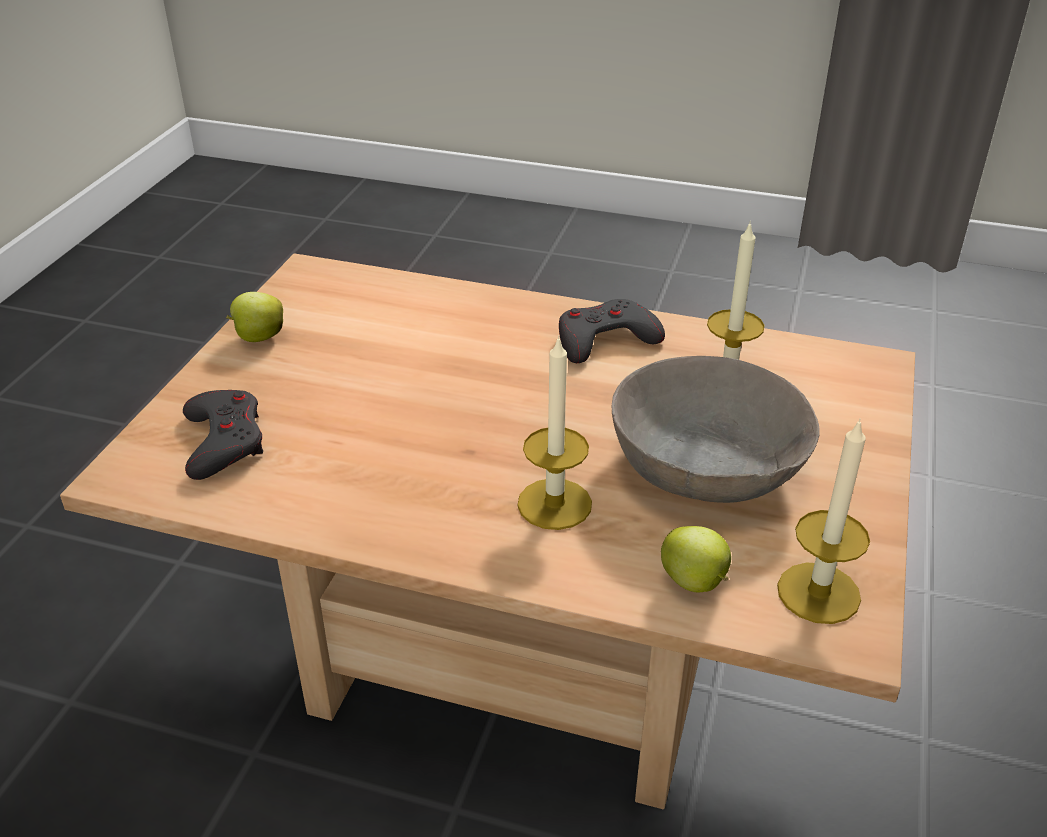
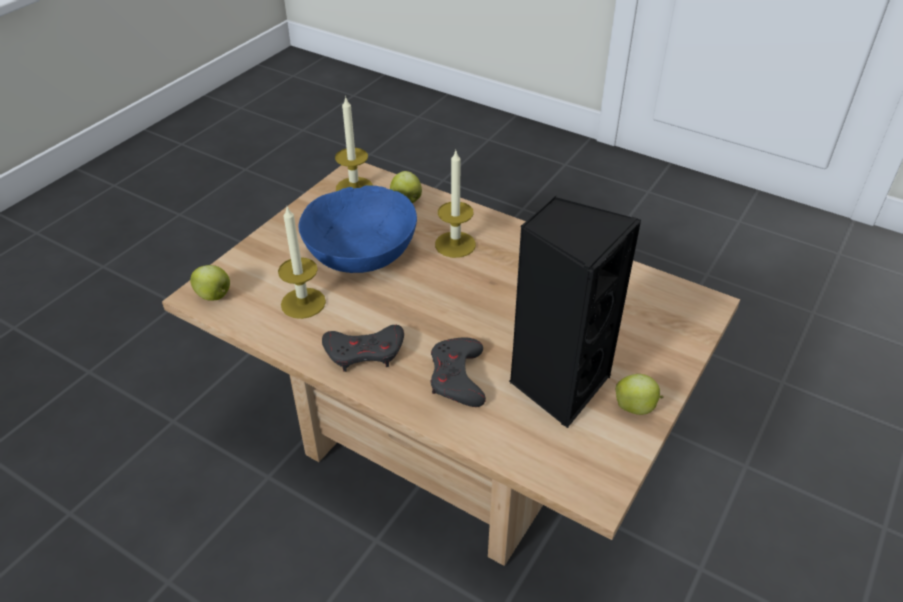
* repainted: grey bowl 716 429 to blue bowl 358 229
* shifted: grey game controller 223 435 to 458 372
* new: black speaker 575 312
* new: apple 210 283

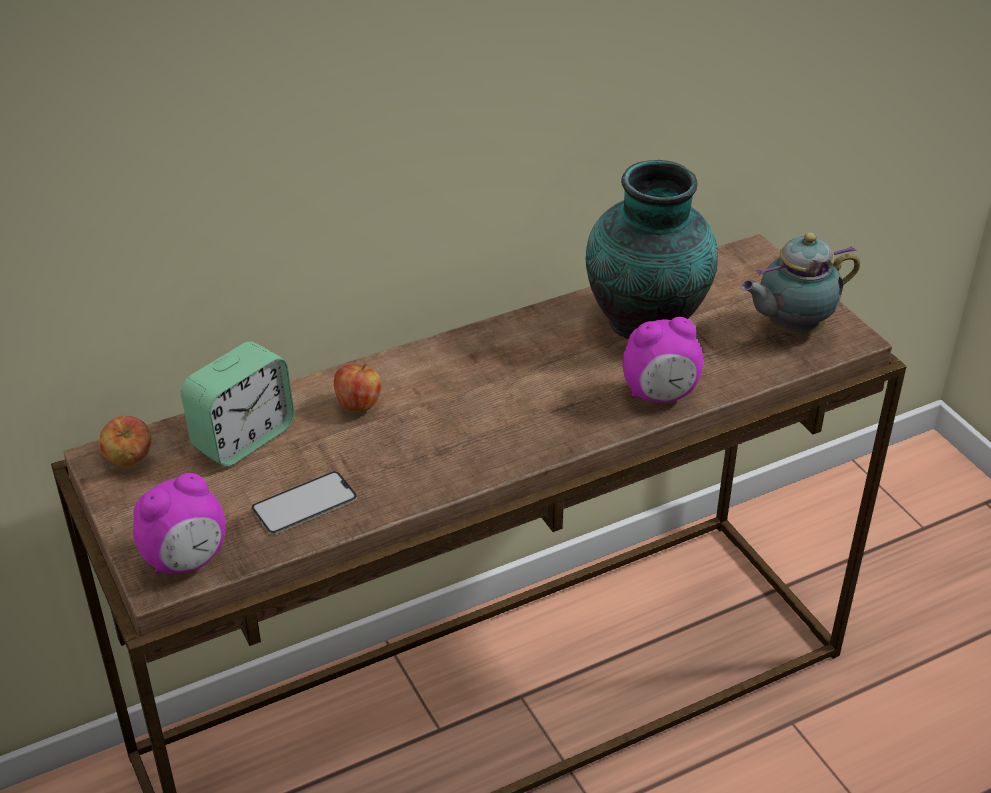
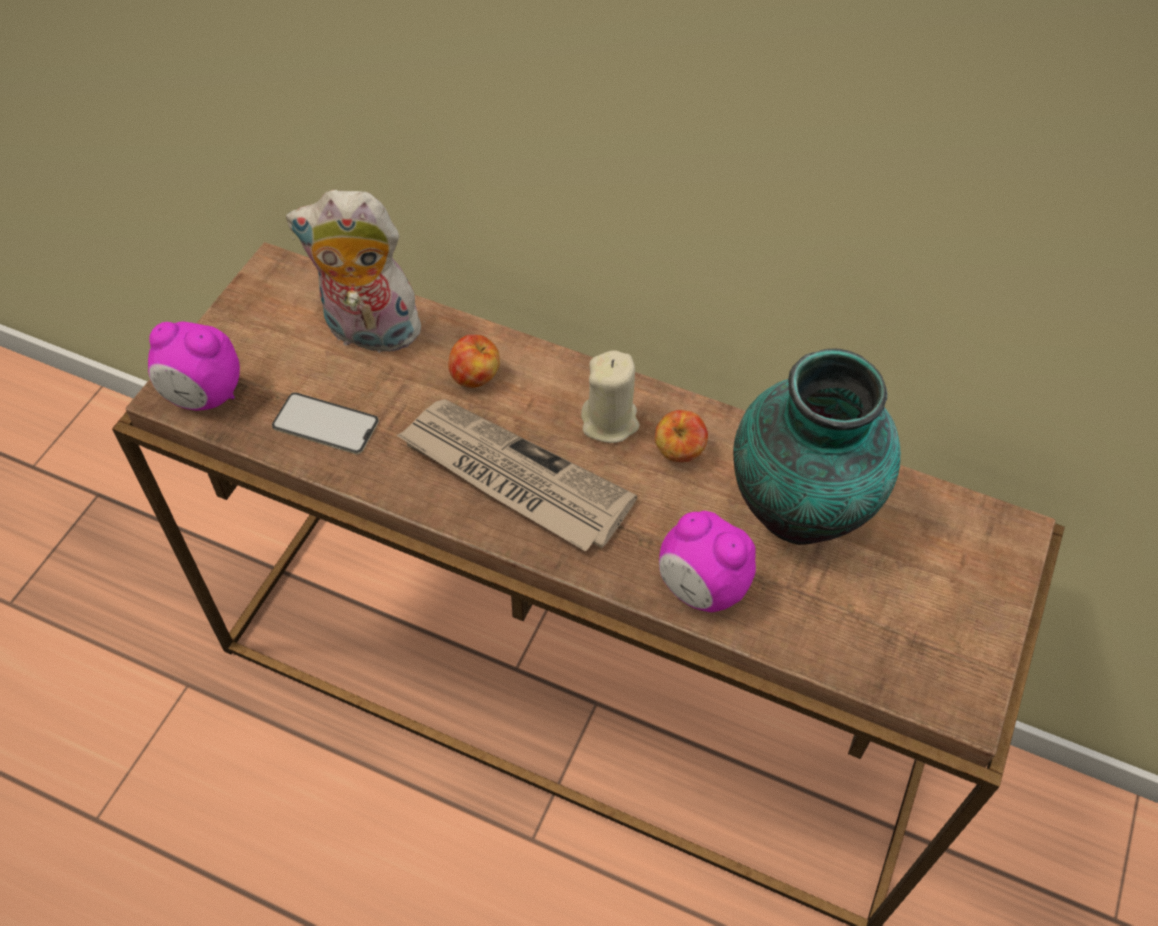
* gone: teapot 800 283
* swapped: alarm clock 237 404 to plush toy 358 274
* shifted: apple 125 440 to 681 436
* new: beige candle 610 396
* new: newspaper 516 475

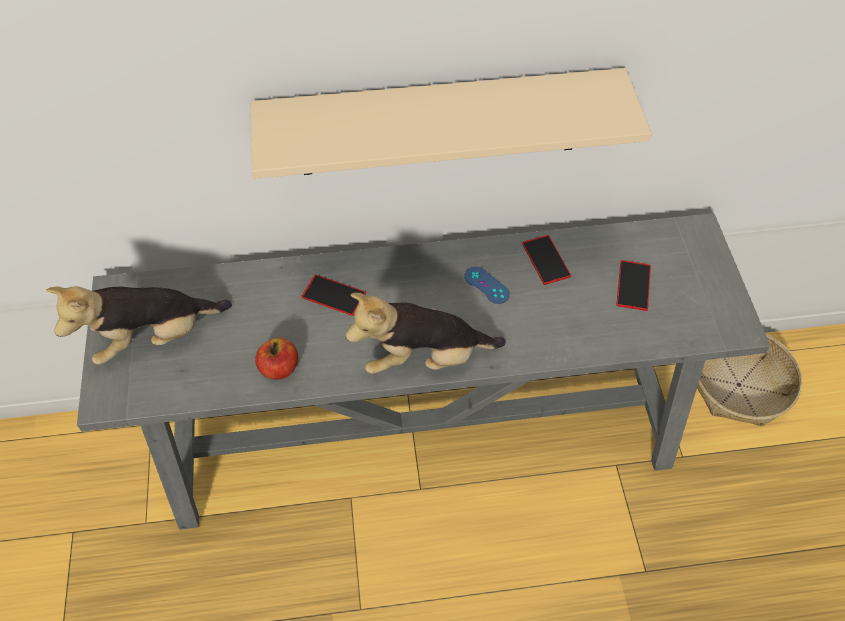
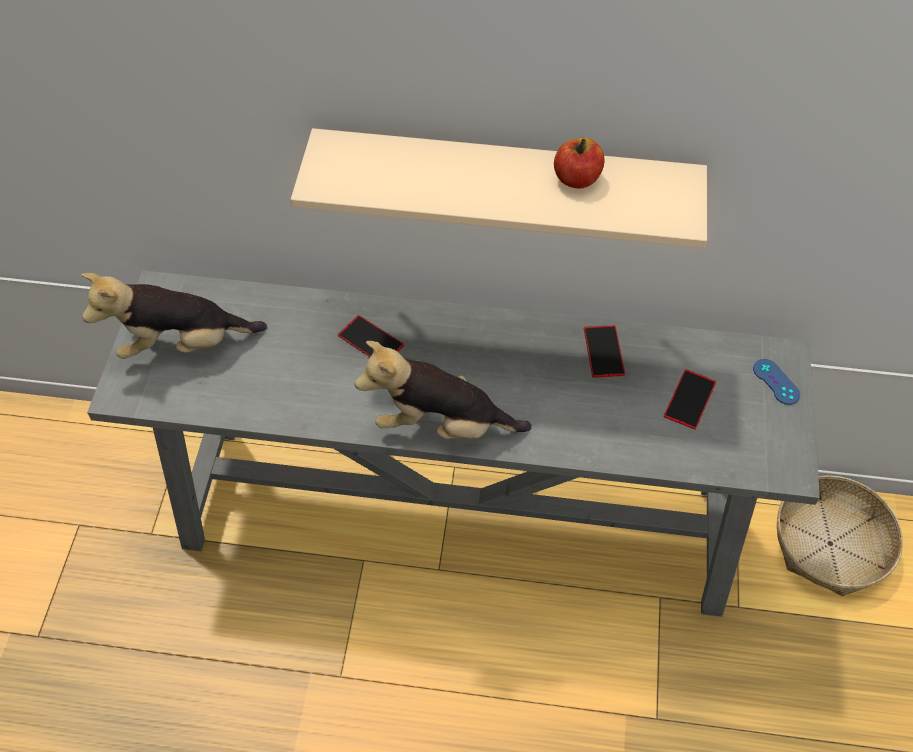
* shifted: blue game controller 487 285 to 776 382
* shifted: apple 276 358 to 579 163

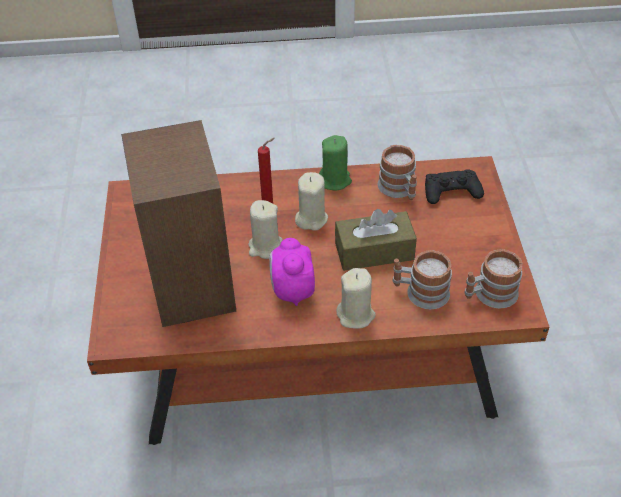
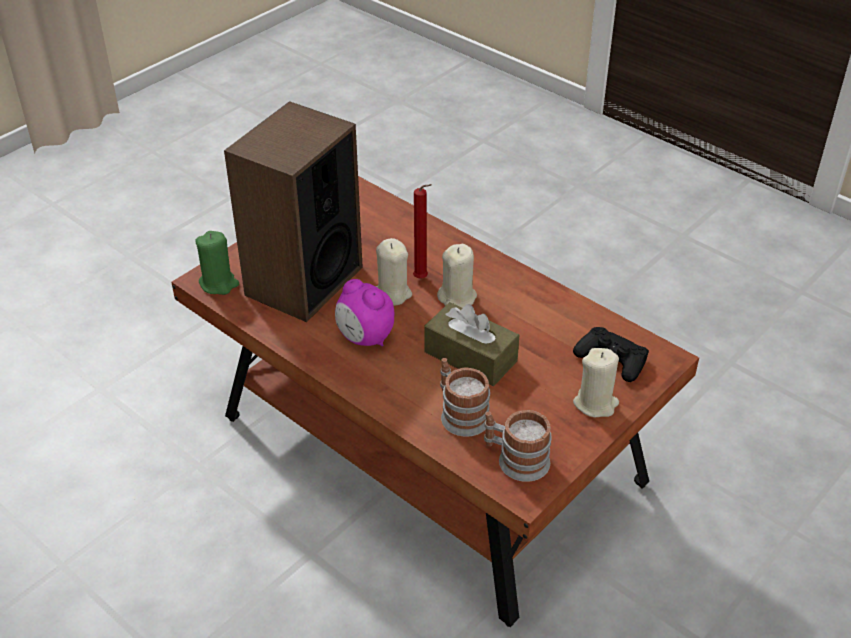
* shifted: green candle 335 162 to 217 263
* gone: mug 397 172
* rotated: alarm clock 292 272 = 364 312 90 degrees counterclockwise
* shifted: beige candle 356 298 to 596 382

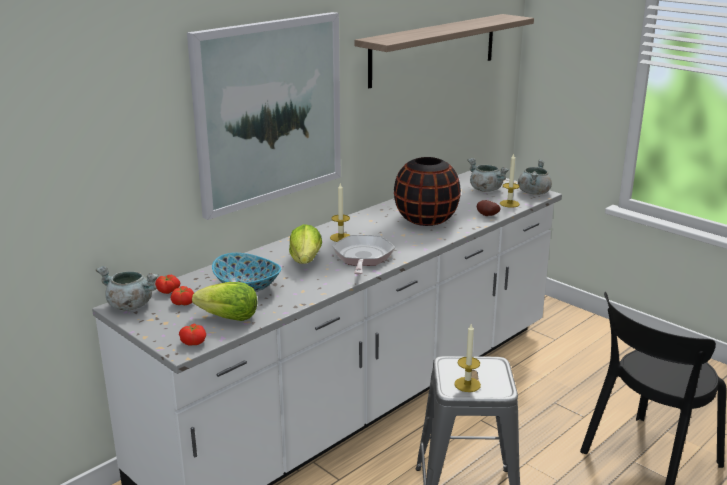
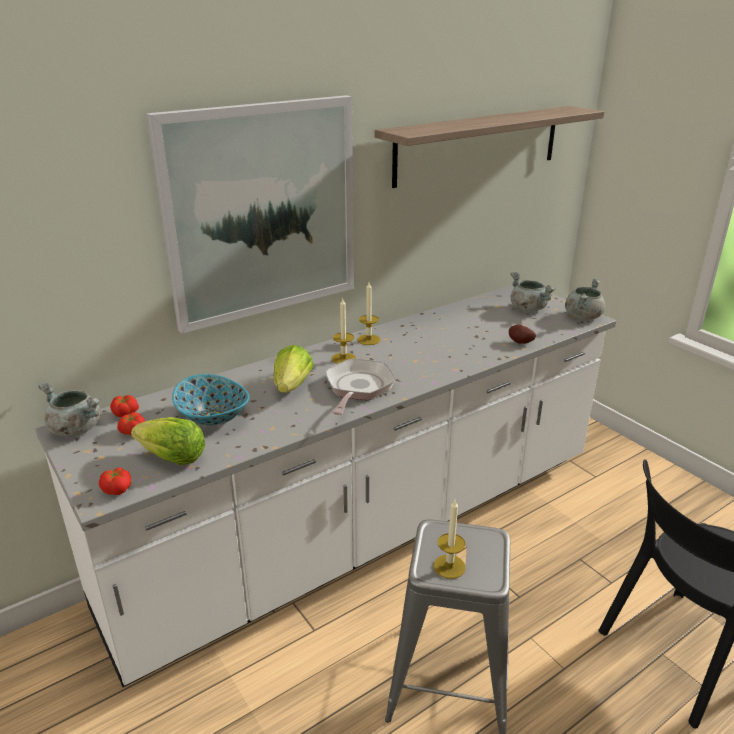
* shifted: candle 510 180 to 368 313
* gone: black vase 427 191

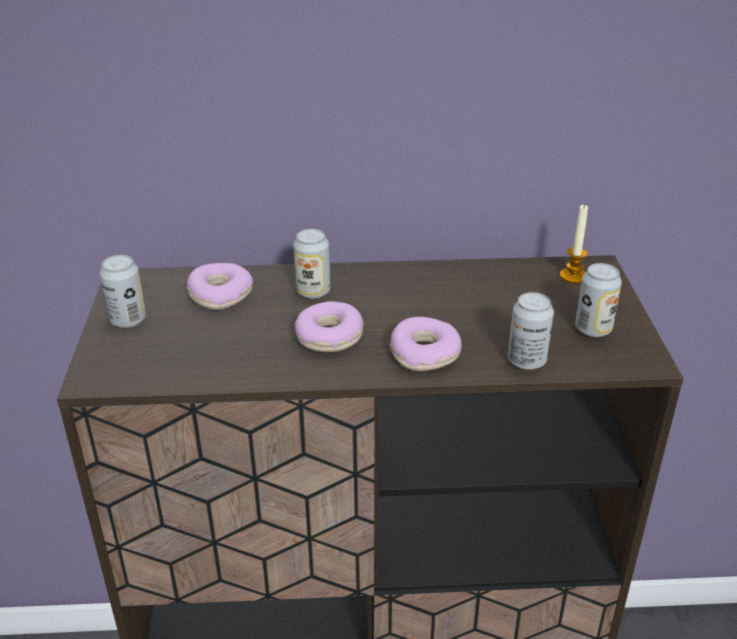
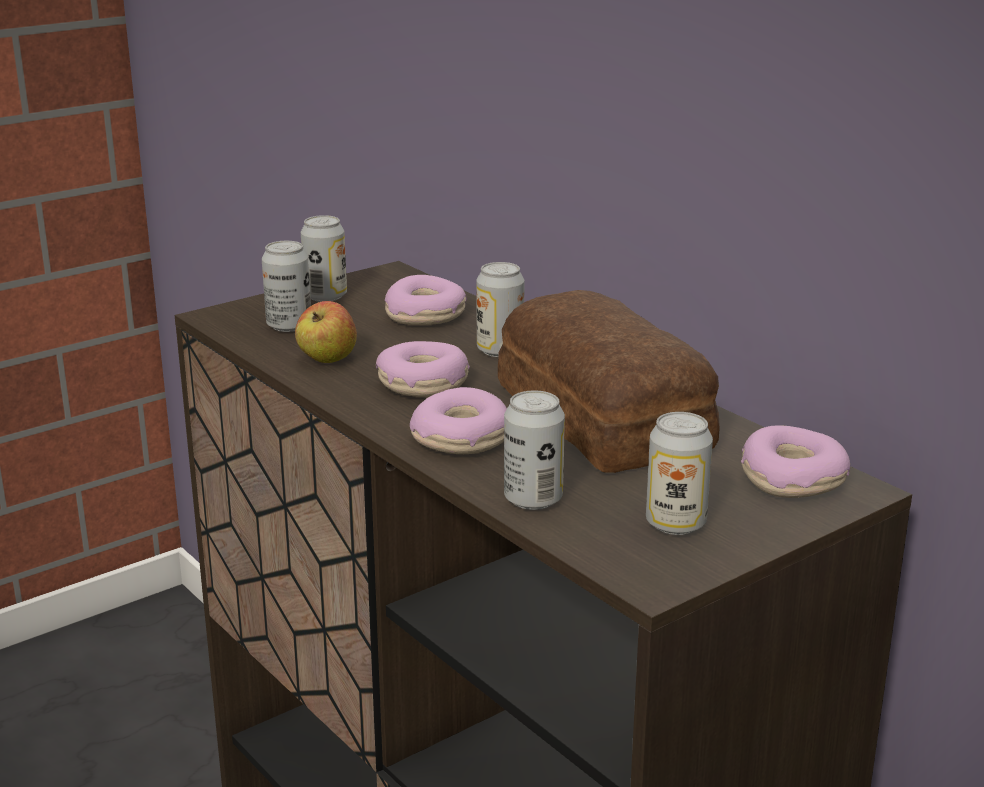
* swapped: candle 574 244 to donut 795 461
* new: can 286 286
* new: bread 609 381
* new: apple 326 332

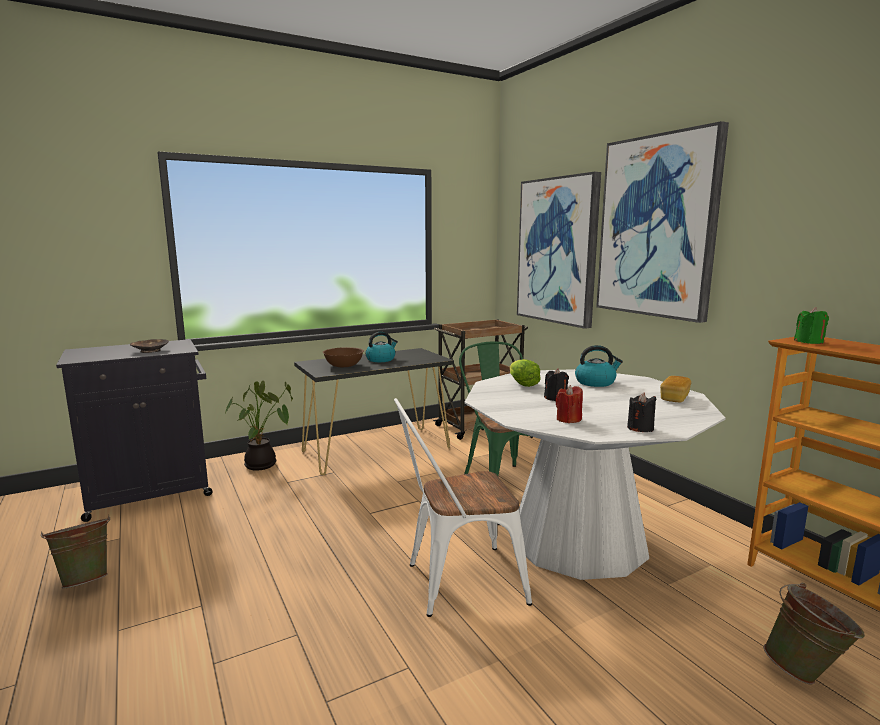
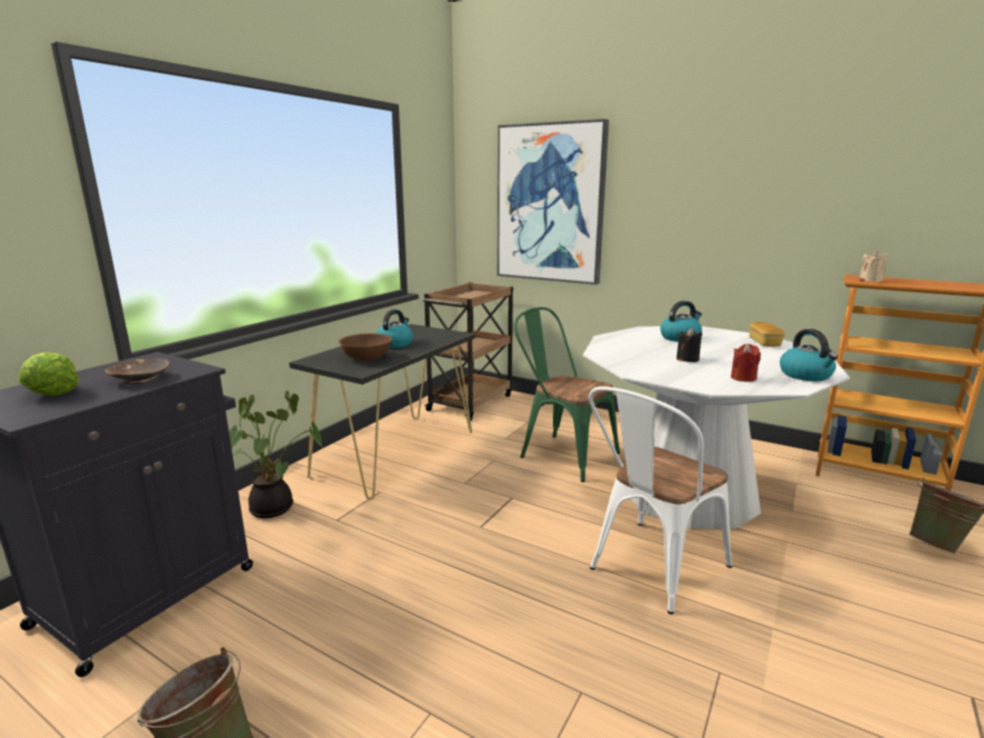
* gone: picture 662 222
* repainted: green candle 811 325 to beige candle 873 266
* shifted: lettuce 525 373 to 49 374
* swapped: black candle 641 412 to kettle 809 355

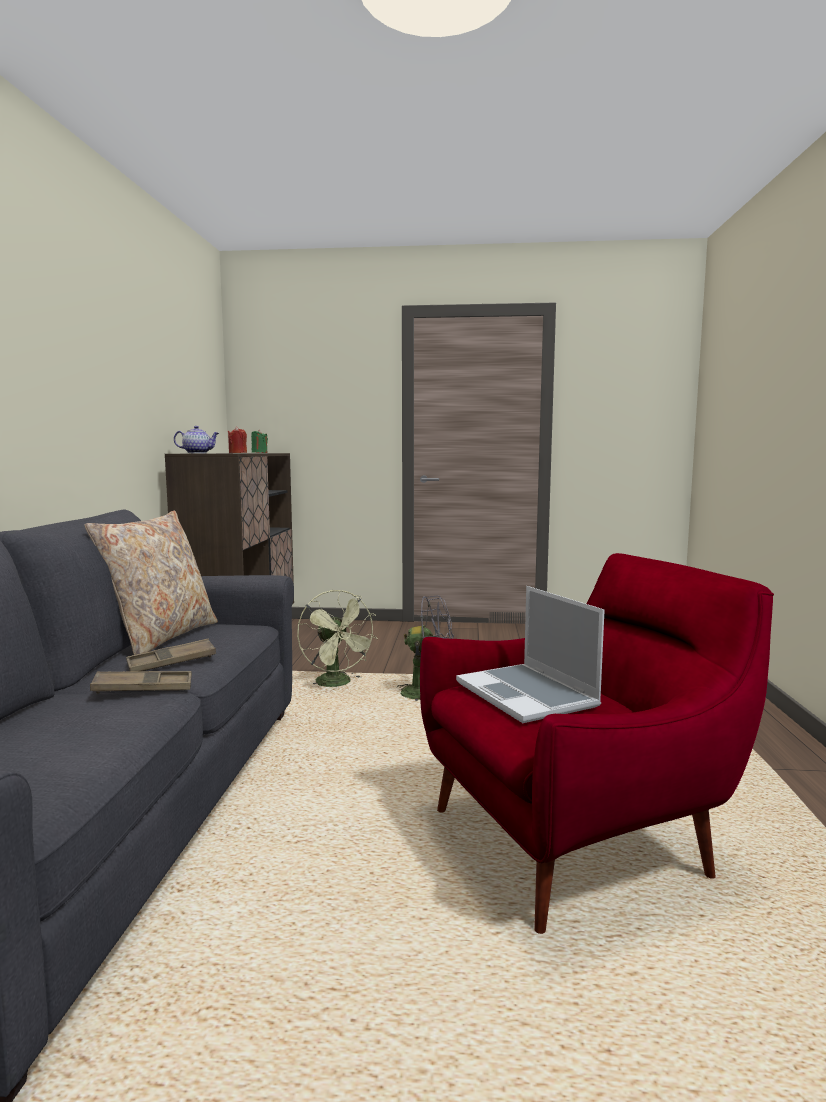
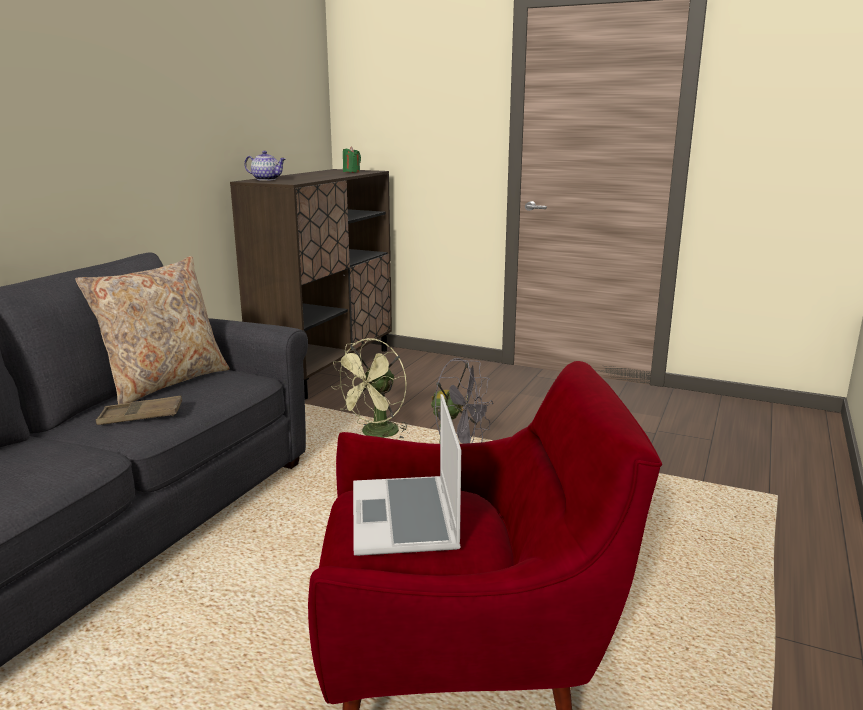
* gone: red candle 237 440
* rotated: green fan 337 638 = 369 388 45 degrees clockwise
* gone: brown tray 141 682

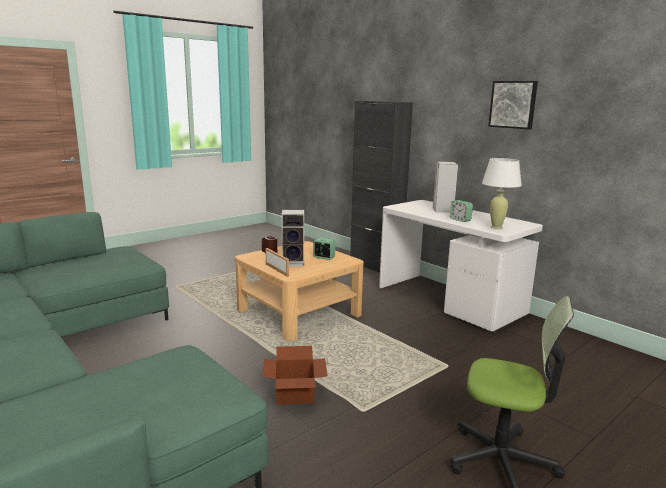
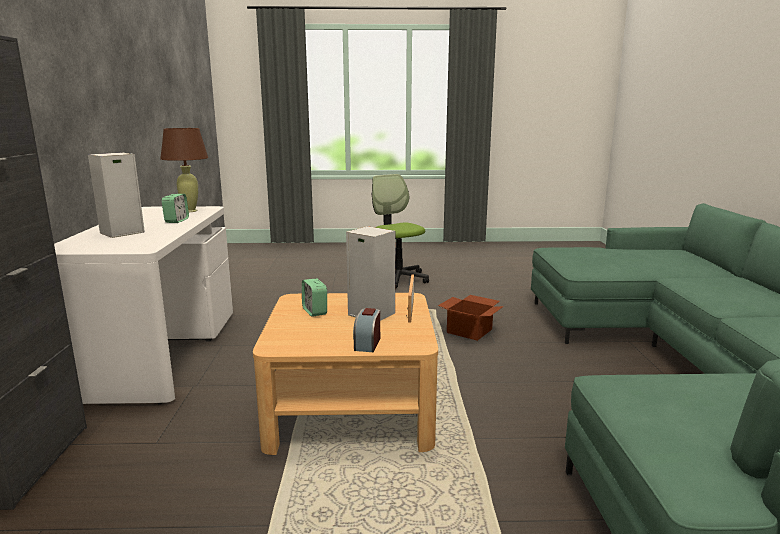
* gone: picture 513 105
* repainted: white table lamp 502 193 to brown table lamp 184 170

